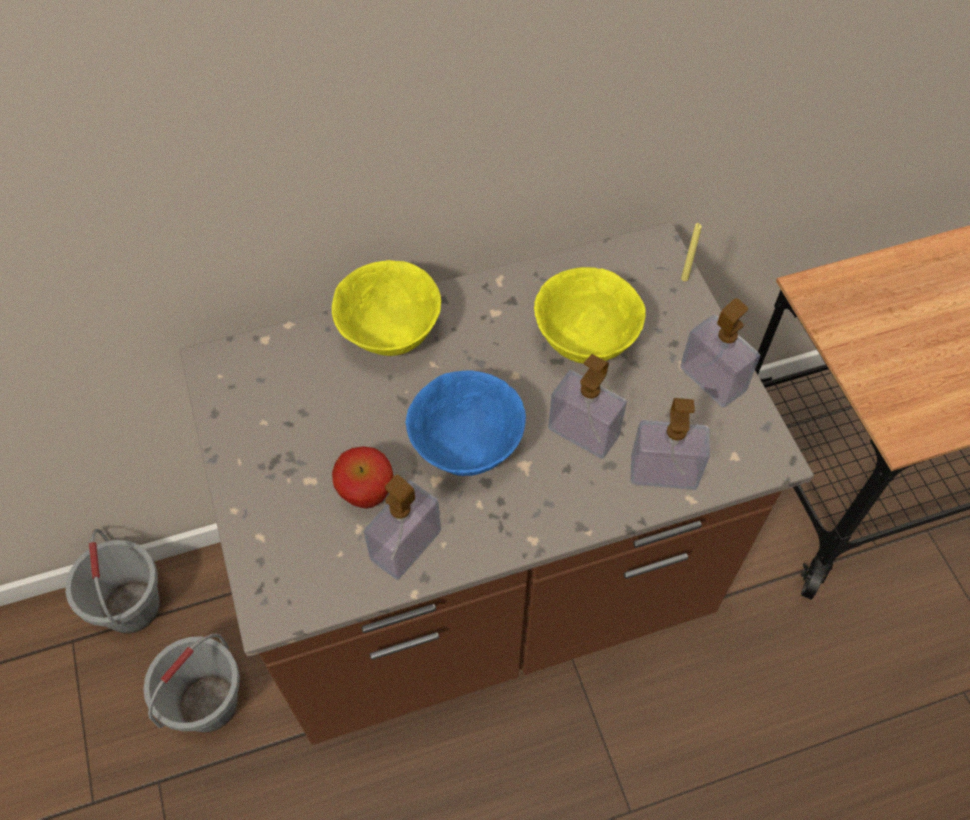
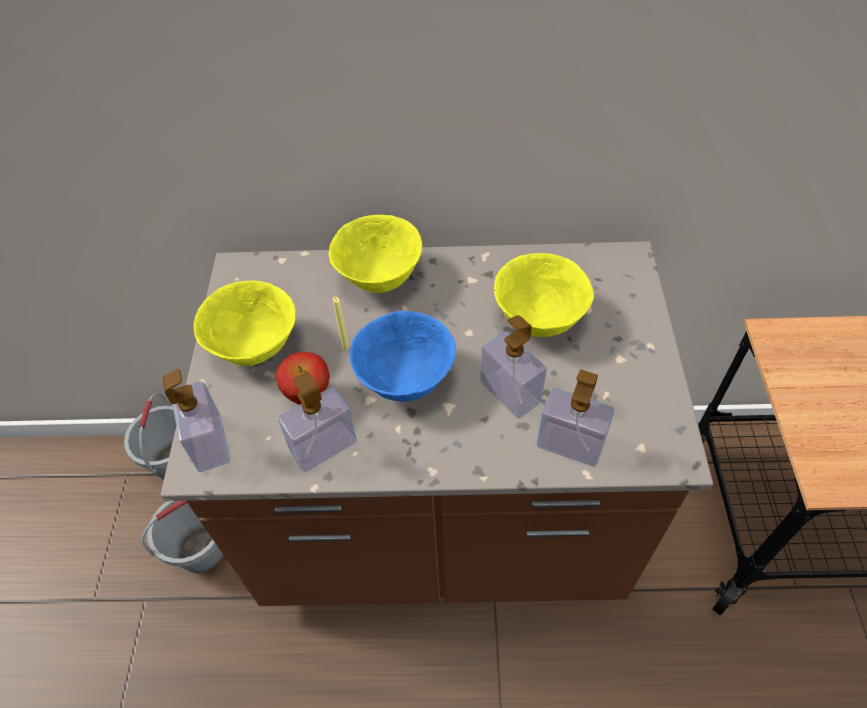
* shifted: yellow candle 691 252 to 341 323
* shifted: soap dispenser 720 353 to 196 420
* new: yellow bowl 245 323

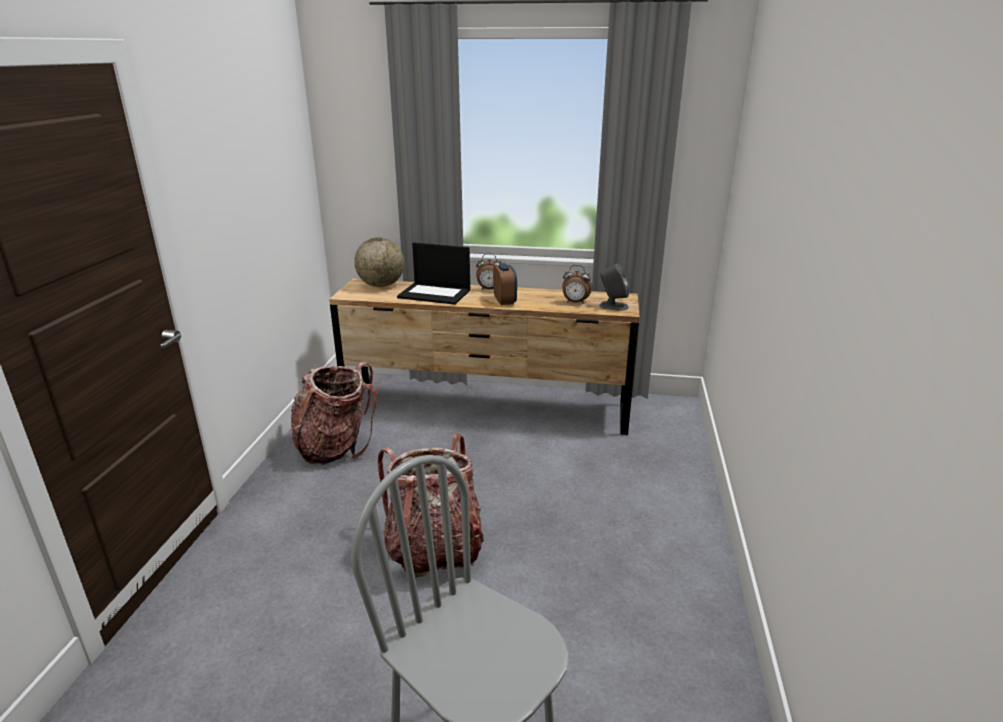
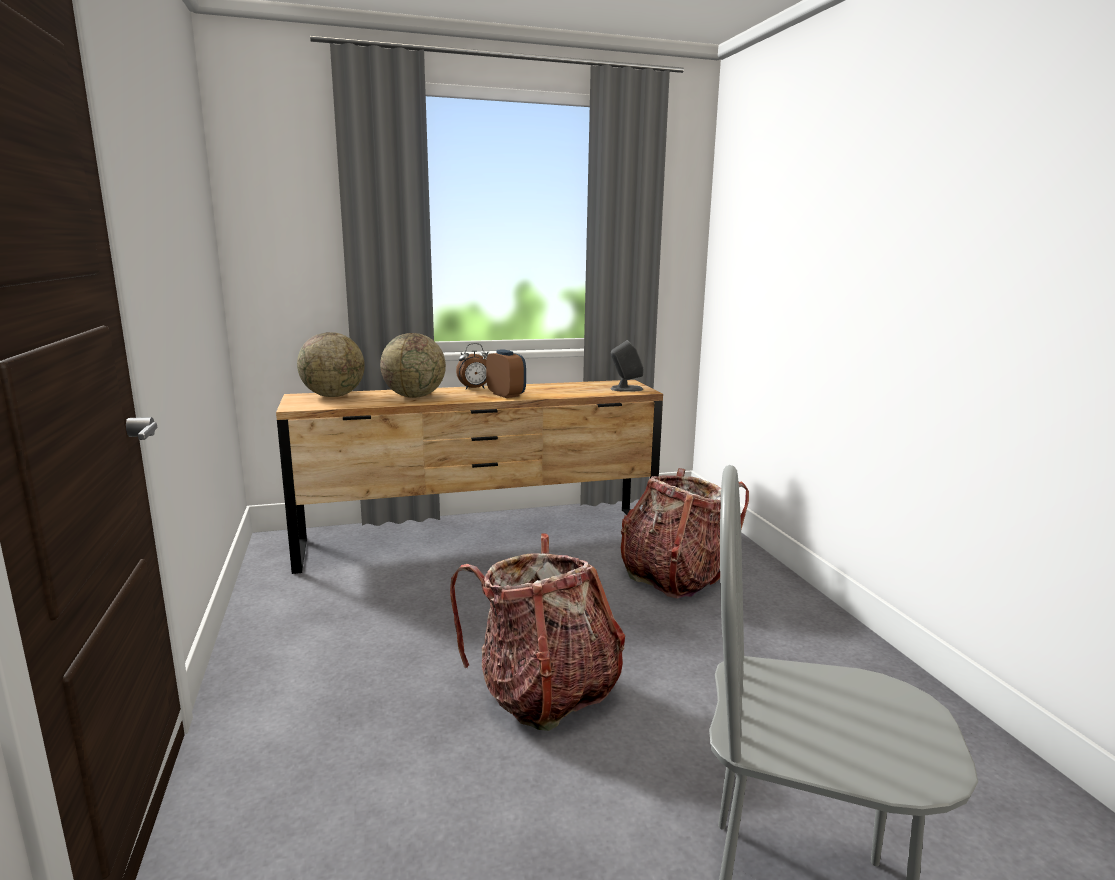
* swapped: laptop 433 273 to globe 413 365
* gone: alarm clock 577 284
* shifted: backpack 334 413 to 685 533

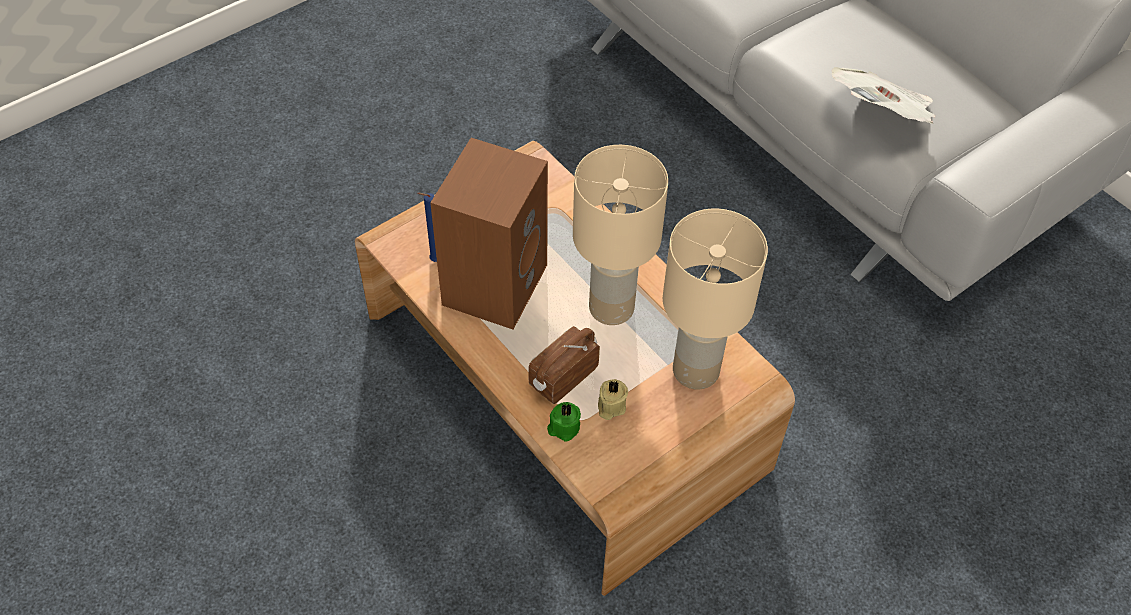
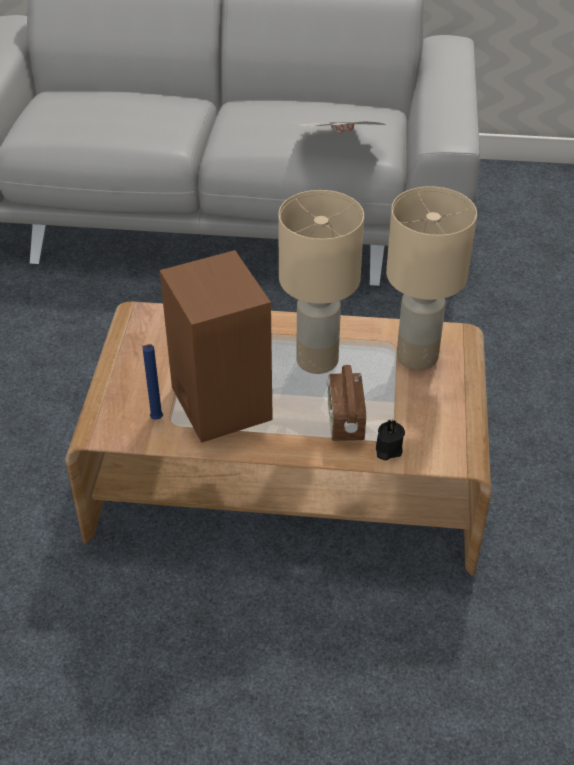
* gone: beige candle 613 399
* repainted: green candle 564 422 to black candle 390 440

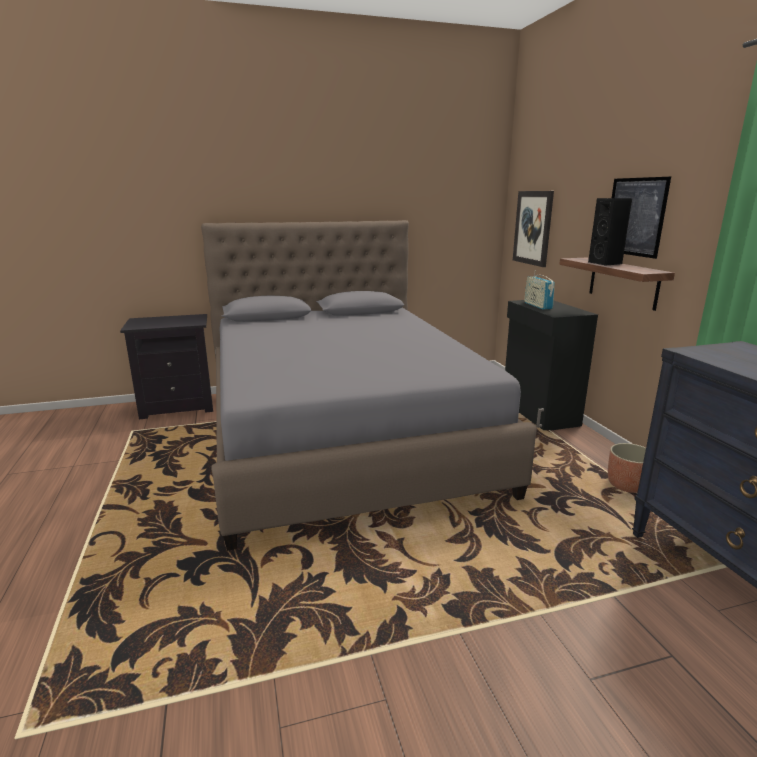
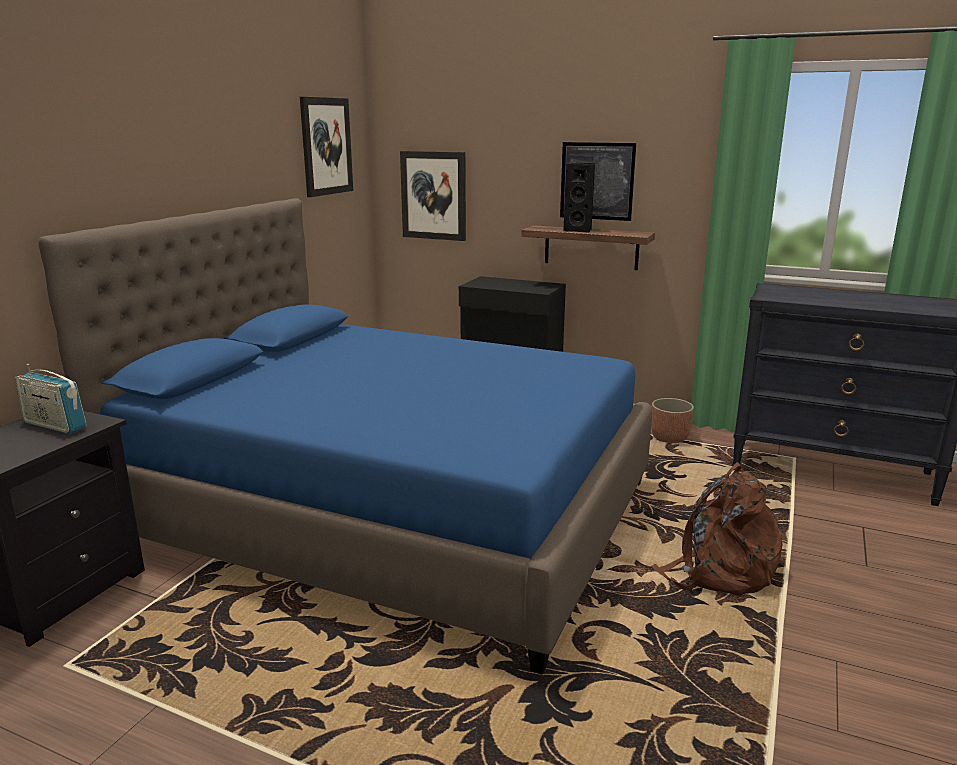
* repainted: grey bed 369 385 to blue bed 345 436
* shifted: radio 539 292 to 51 399
* new: picture 326 147
* new: brown backpack 717 529

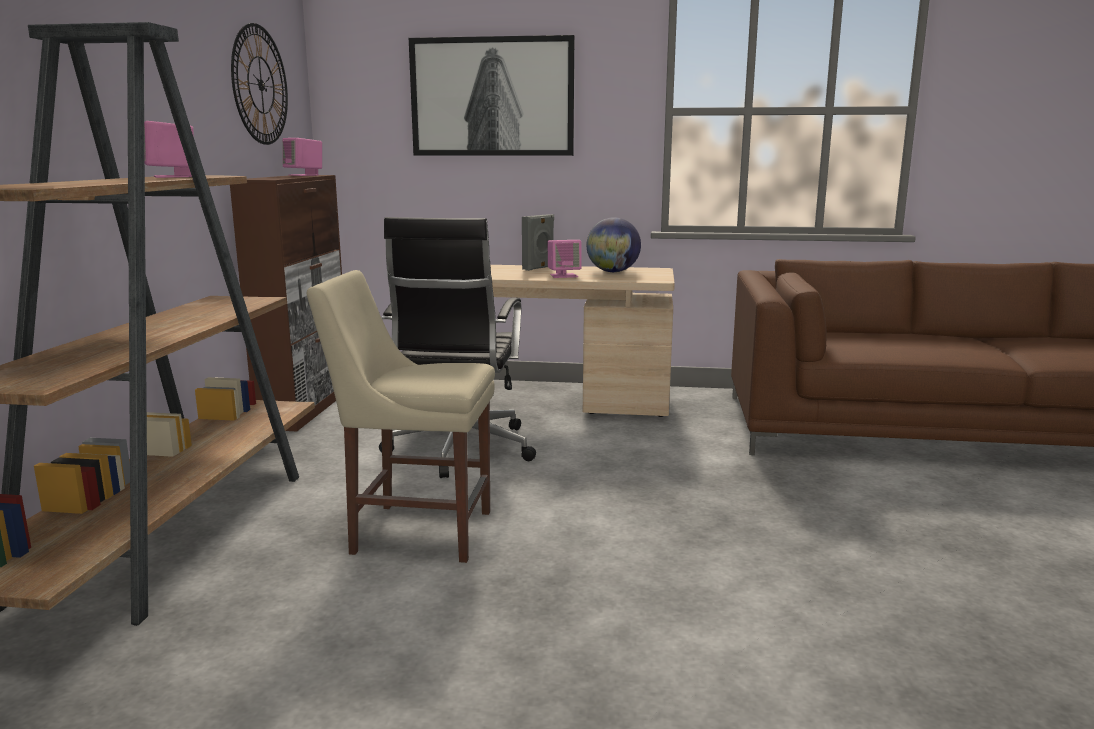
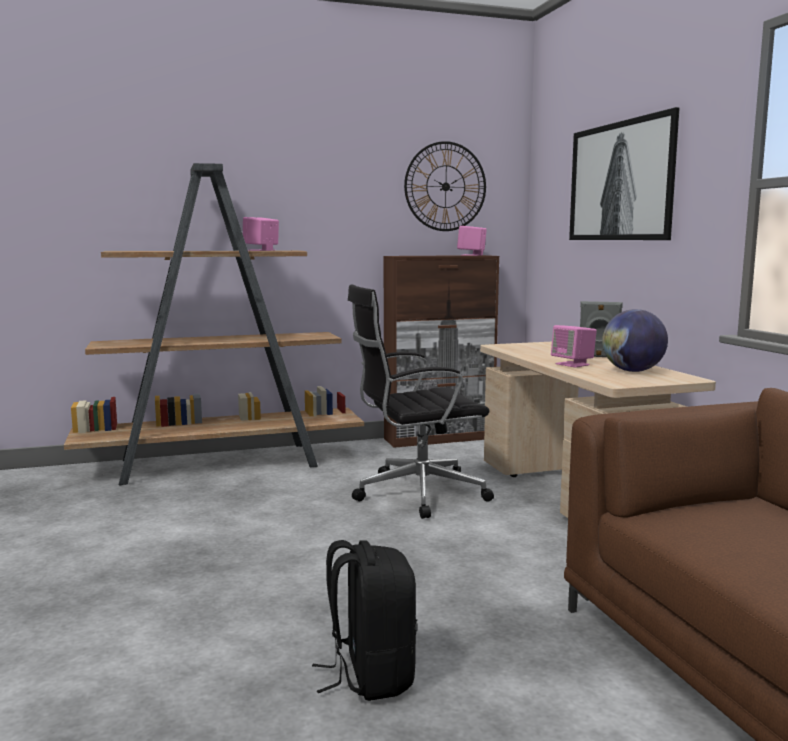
* gone: beige chair 401 416
* new: black backpack 364 620

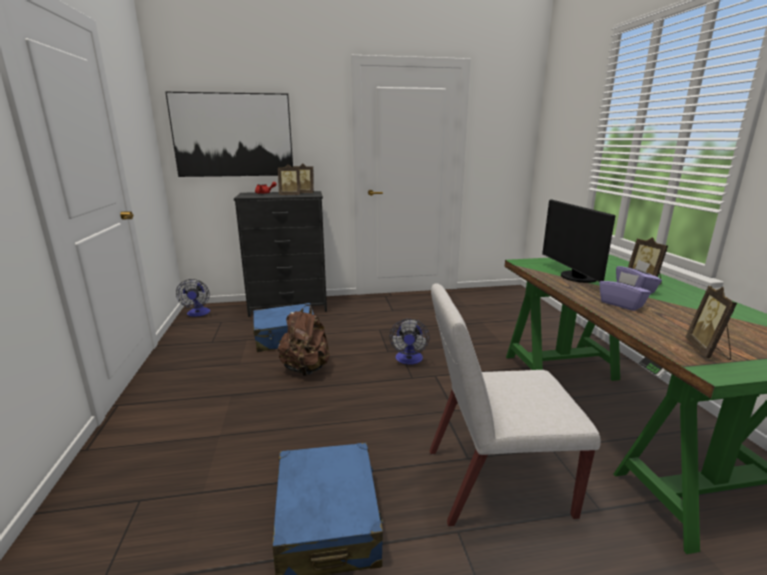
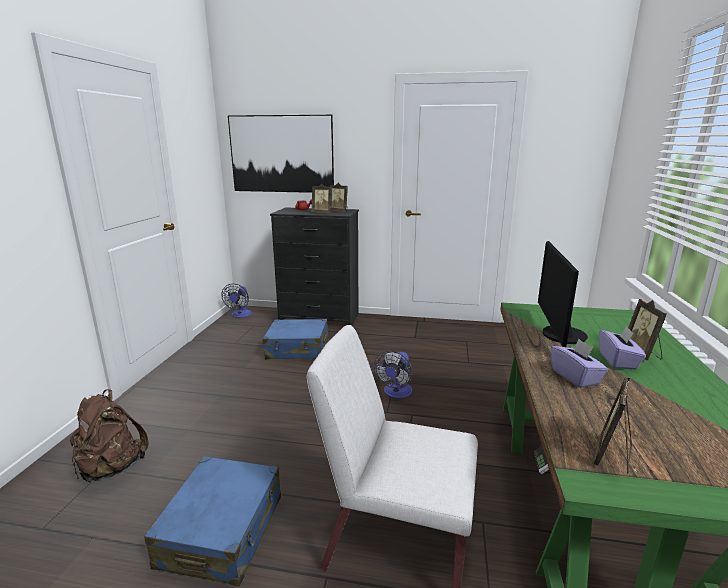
* shifted: brown backpack 304 340 to 109 436

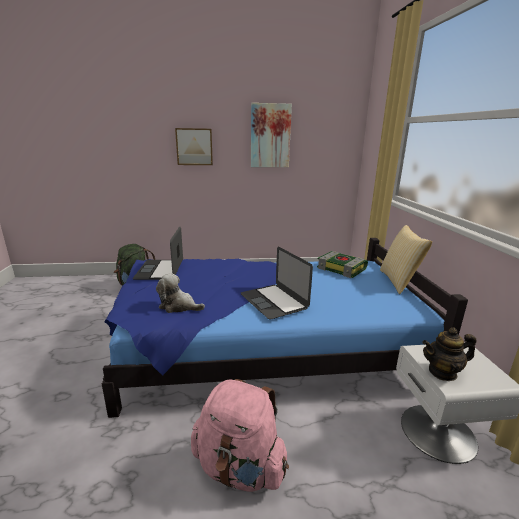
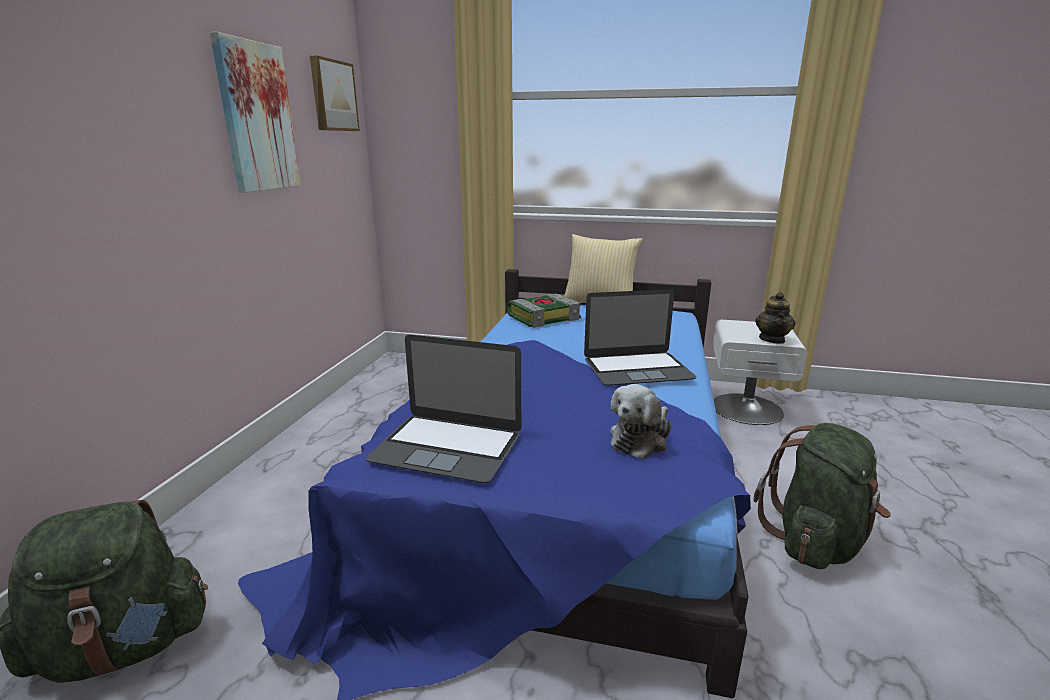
* shifted: picture 194 146 to 335 93
* repainted: pink backpack 240 435 to green backpack 822 496

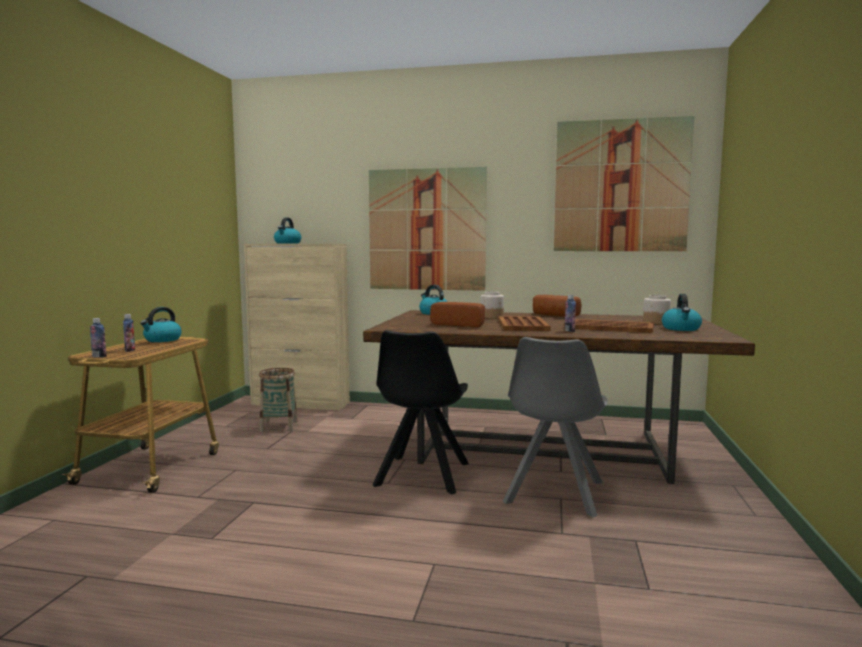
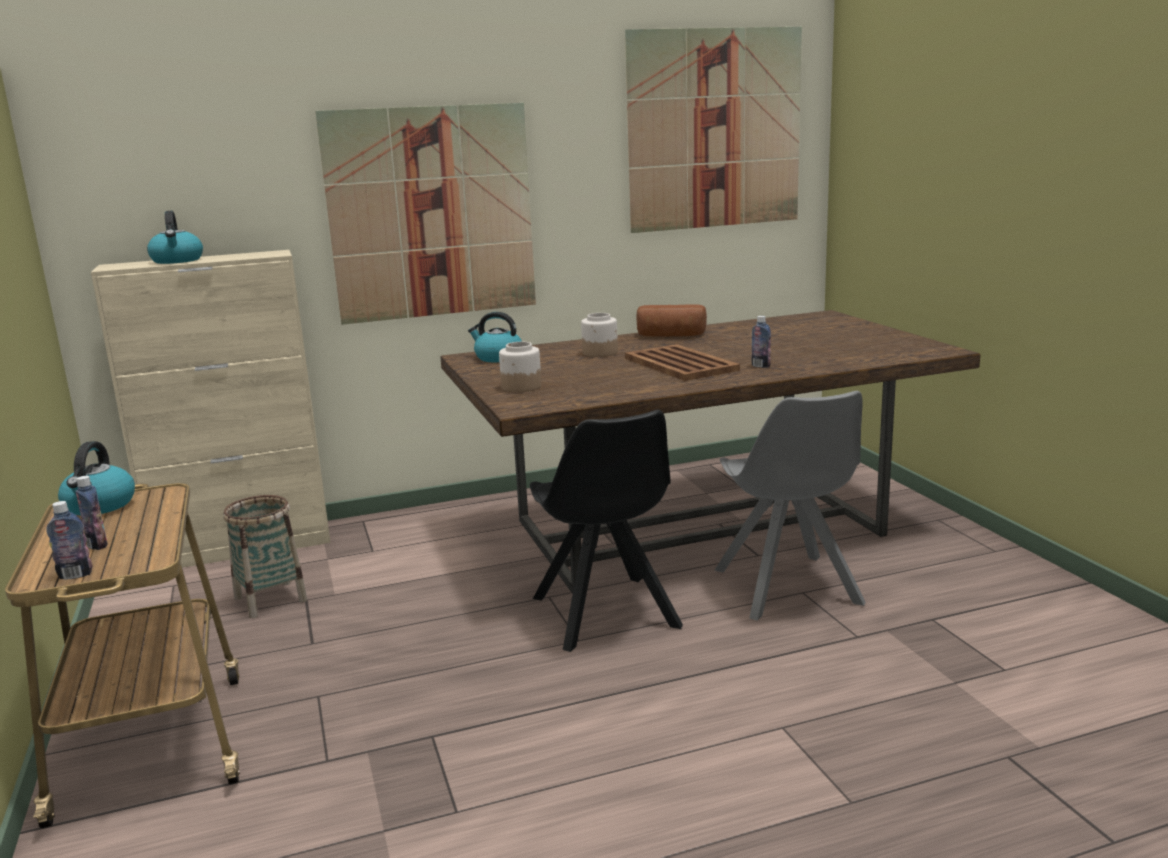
* gone: kettle 682 312
* shifted: jar 657 309 to 520 367
* gone: bread 457 314
* gone: brown tray 614 326

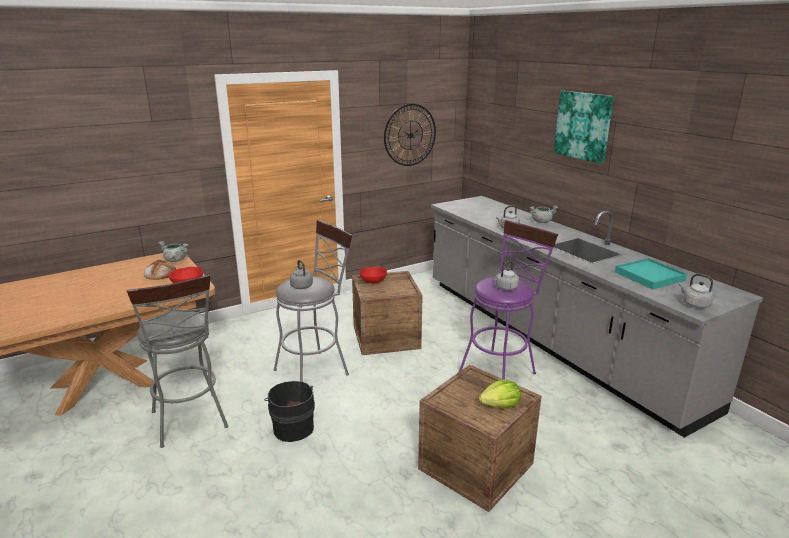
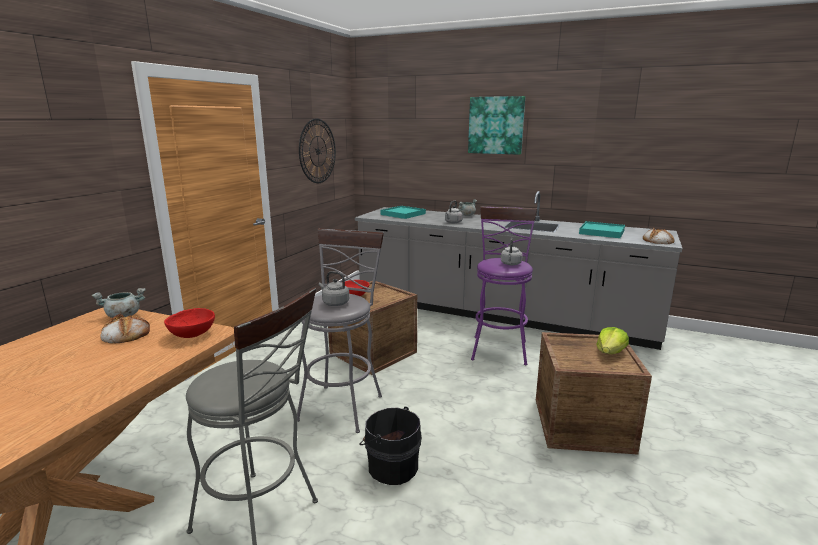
* swapped: grey kettle 696 291 to bread 658 236
* new: turquoise tray 403 212

